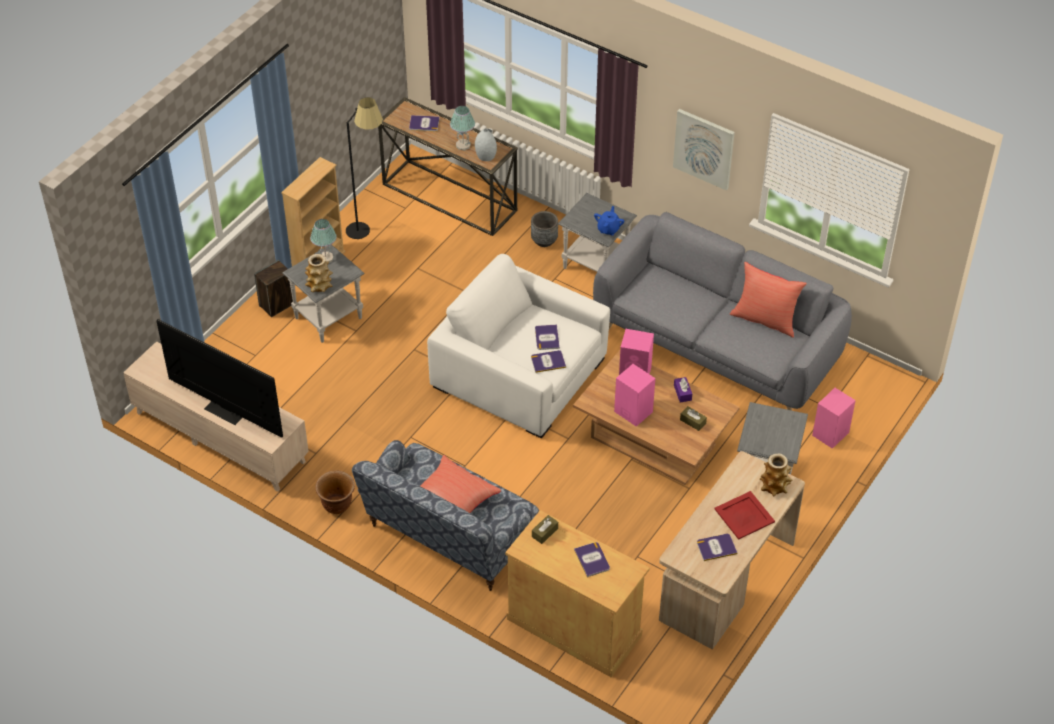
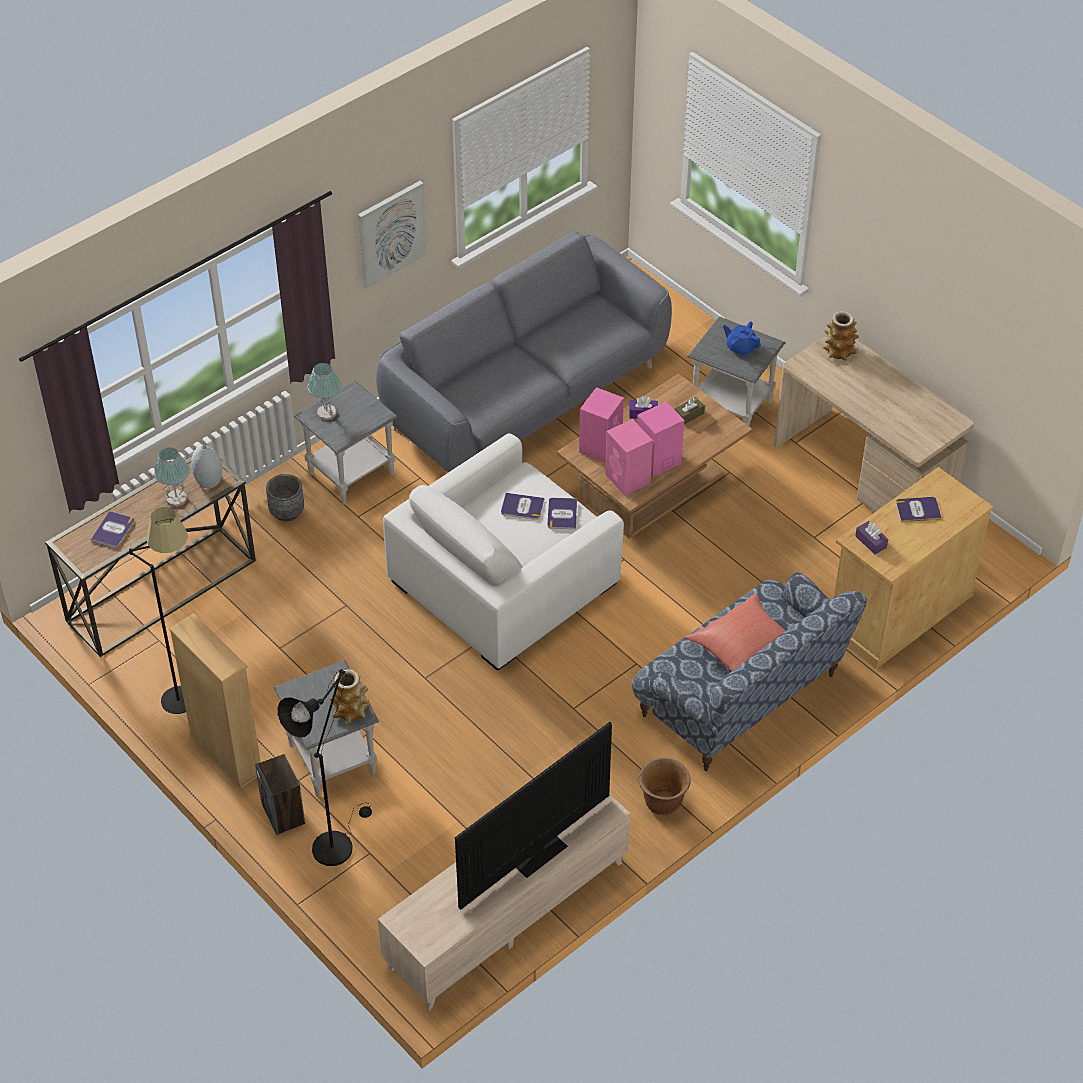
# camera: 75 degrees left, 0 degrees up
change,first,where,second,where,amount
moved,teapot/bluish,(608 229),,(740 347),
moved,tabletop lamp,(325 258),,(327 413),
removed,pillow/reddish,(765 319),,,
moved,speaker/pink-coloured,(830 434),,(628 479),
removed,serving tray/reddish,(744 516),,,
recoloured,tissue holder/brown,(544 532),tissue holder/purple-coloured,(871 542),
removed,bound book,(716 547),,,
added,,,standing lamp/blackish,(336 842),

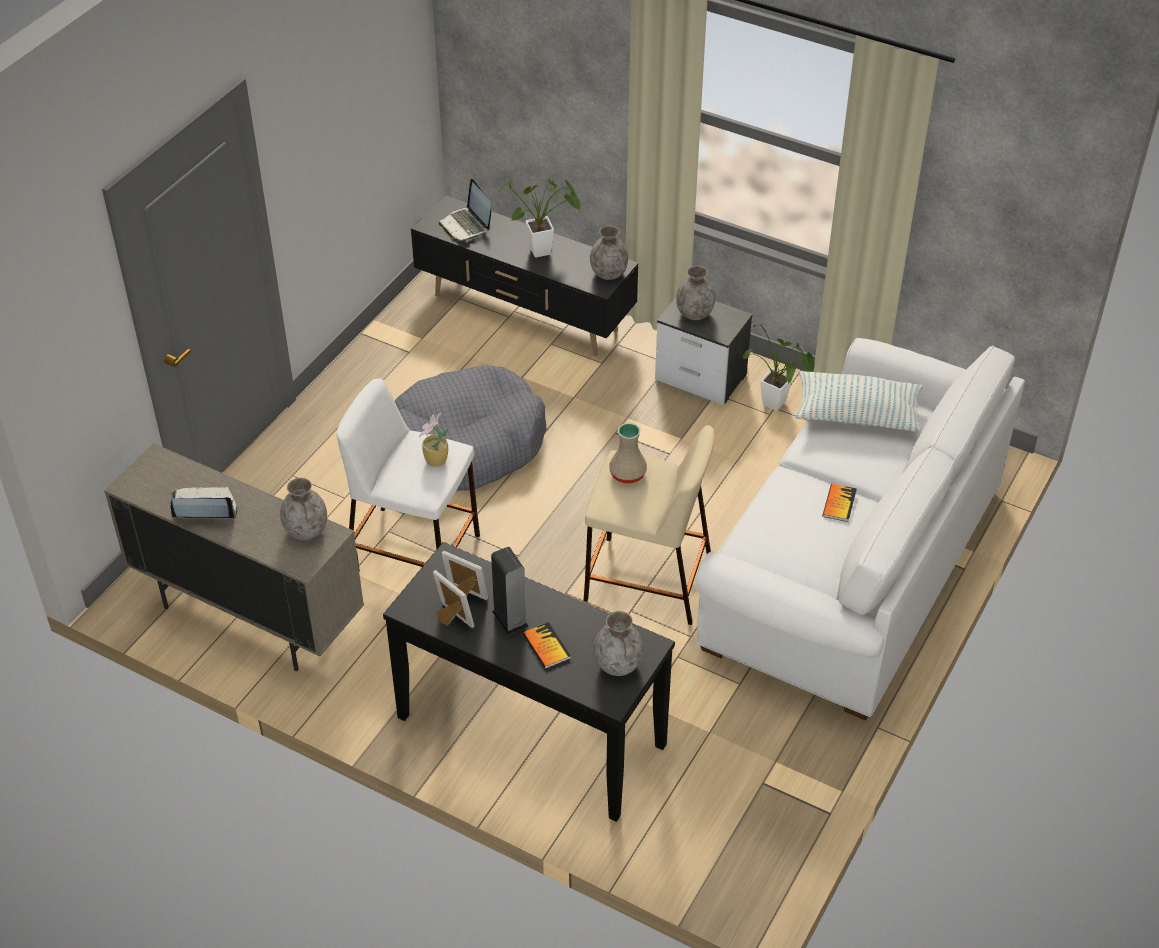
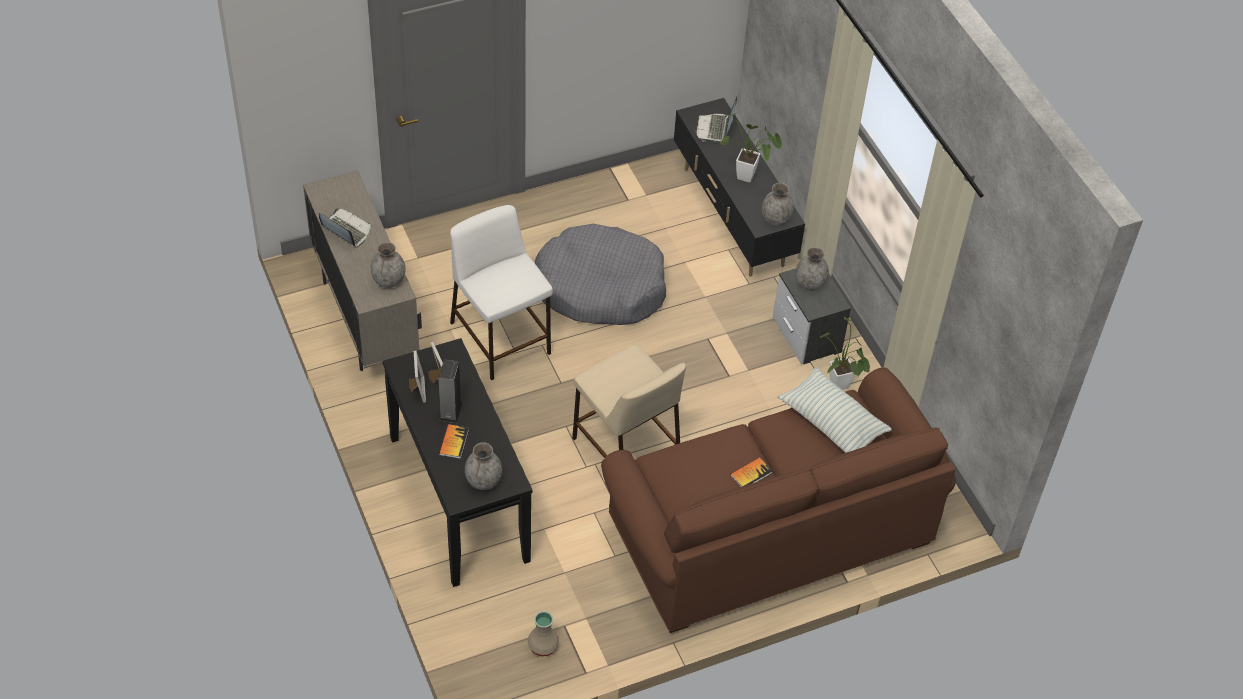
# camera: 35 degrees right, 5 degrees up
change,first,where,second,where,amount
recoloured,couch/whitish,(852 567),couch/brown,(770 530),
removed,potted plant,(435 461),,,
moved,vase/beige-coloured,(628 474),,(543 646),

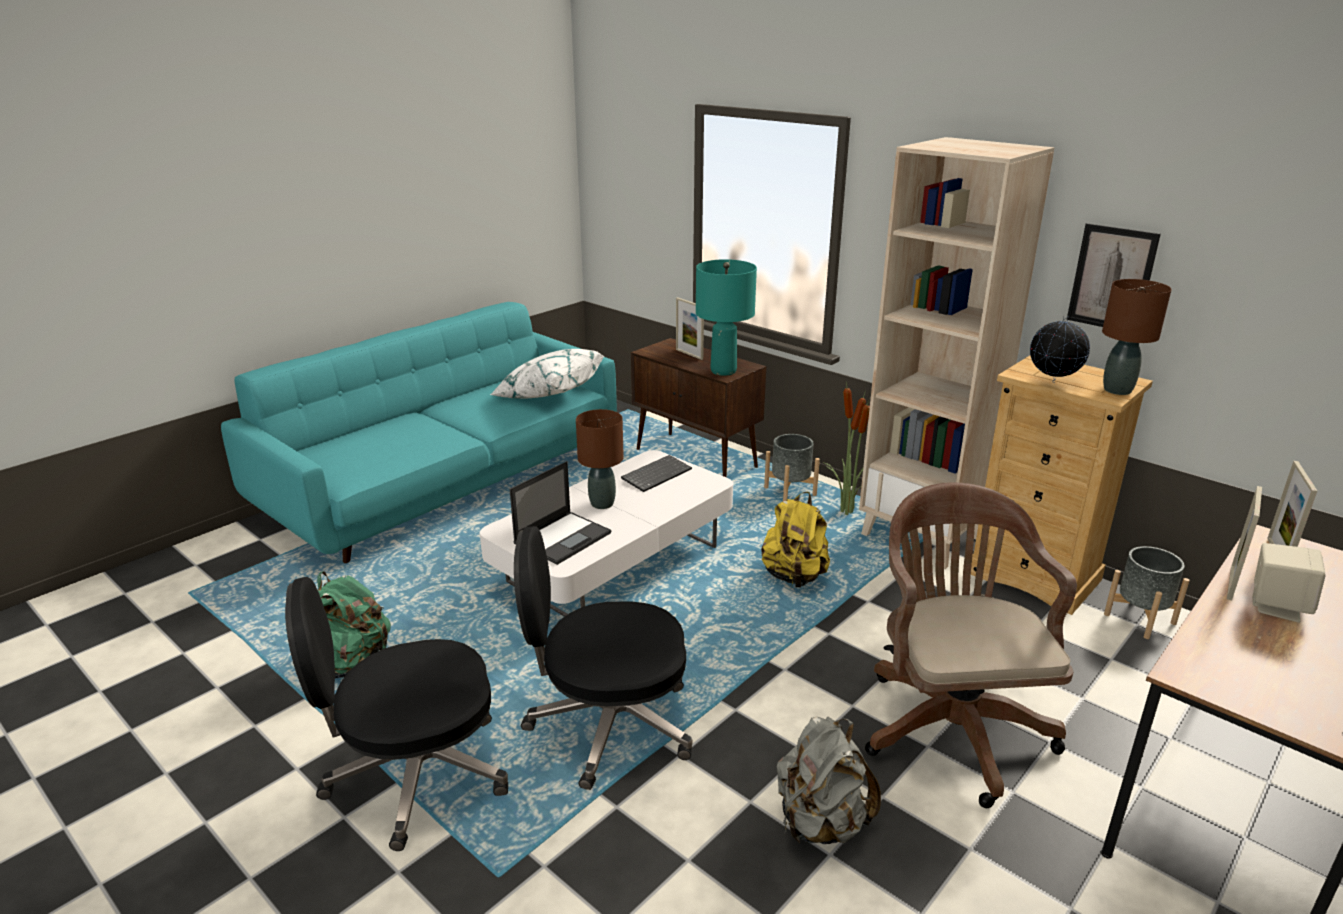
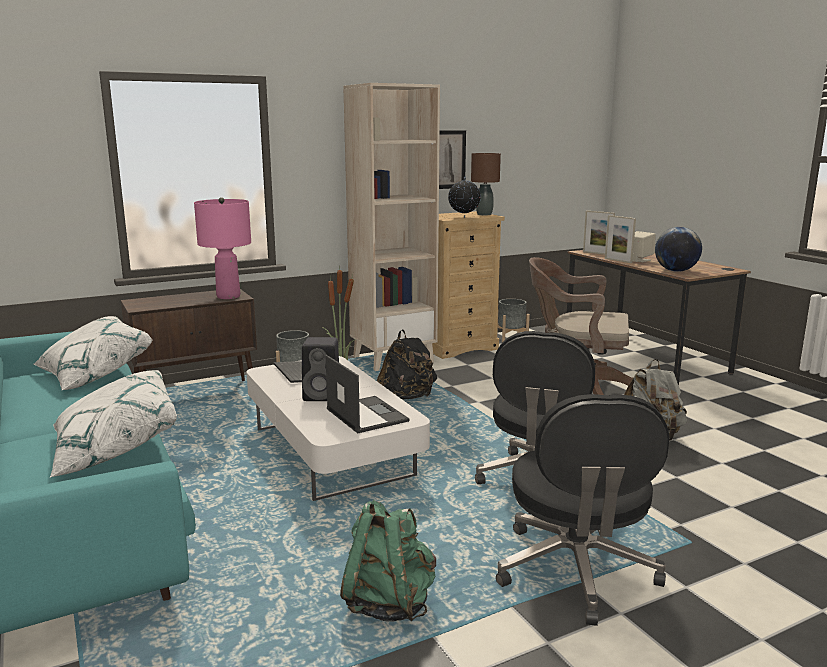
# camera: 70 degrees left, 10 degrees down
change,first,where,second,where,amount
recoloured,tabletop lamp/turquoise,(723 371),tabletop lamp/pink-coloured,(229 296),
removed,photo frame,(689 354),,,
replaced,tabletop lamp/brown,(602 504),speaker/blackish,(323 395),
recoloured,knapsack/yellow-coloured,(794 576),knapsack/blackish,(407 398),
added,,,world globe,(676 271),
added,,,pillow/whitish,(114 448),

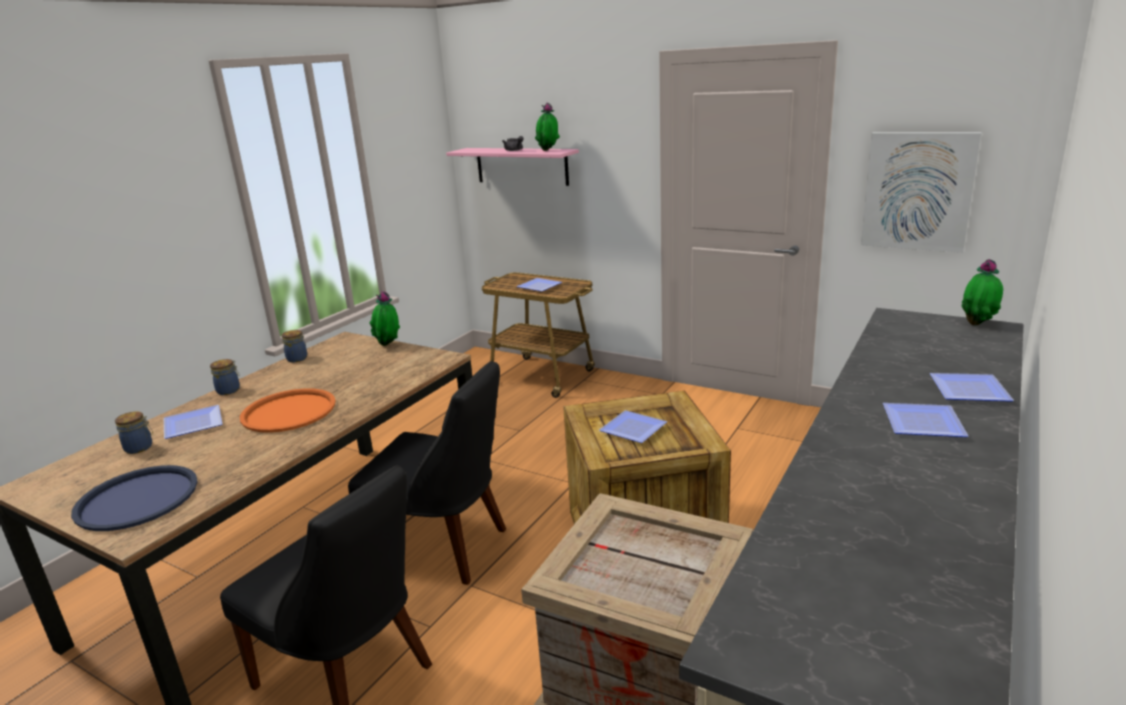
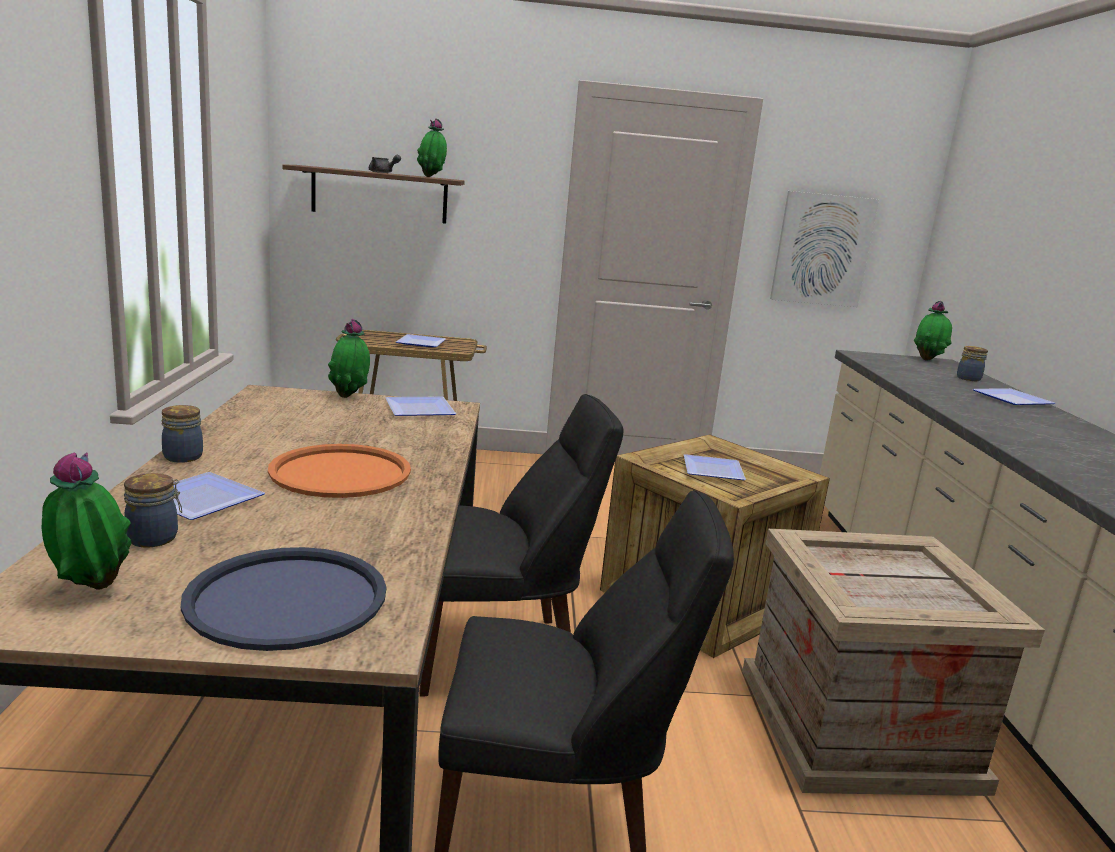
# camera: 35 degrees left, 5 degrees down
change,first,where,second,where,amount
recoloured,shelf/pink-coloured,(521 166),shelf/brown,(379 195),
moved,preserve jar,(298 358),,(967 378),
moved,plate,(924 422),,(421 409),
added,,,potted plant,(89 589),

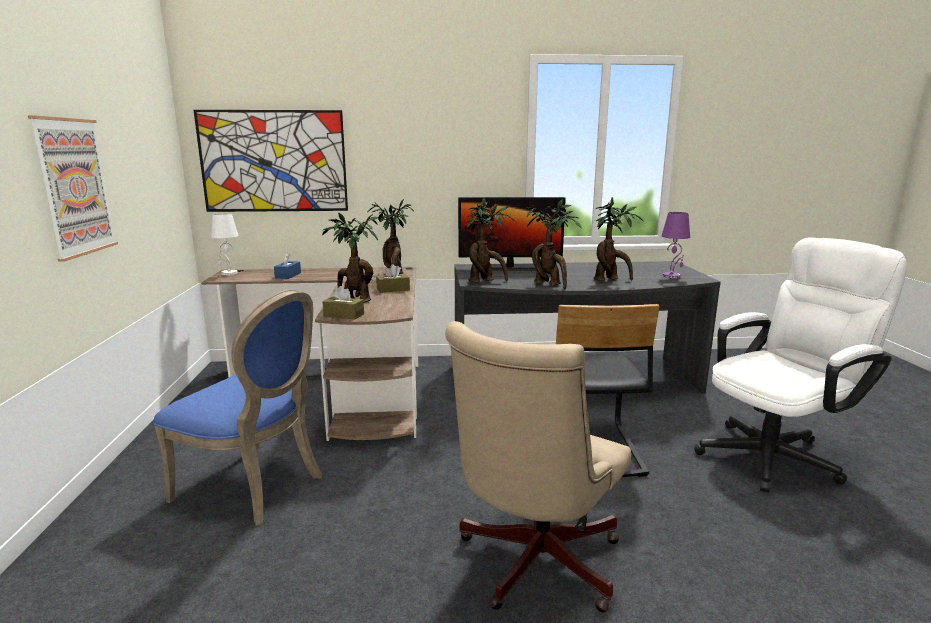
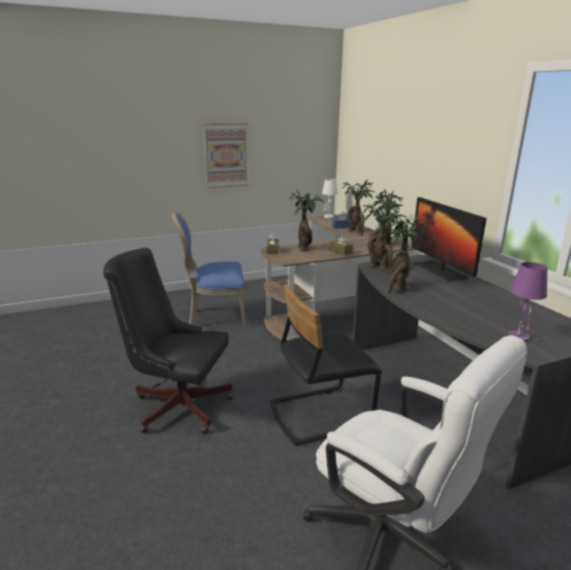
# camera: 70 degrees right, 5 degrees up
change,first,where,second,where,amount
removed,picture,(273 161),,,
moved,potted plant,(609 280),,(356 232),
turned,upright chair/bluish,(256 486),,(214 317),75 degrees clockwise
recoloured,computer chair/beige-coloured,(533 564),computer chair/blackish,(176 405),

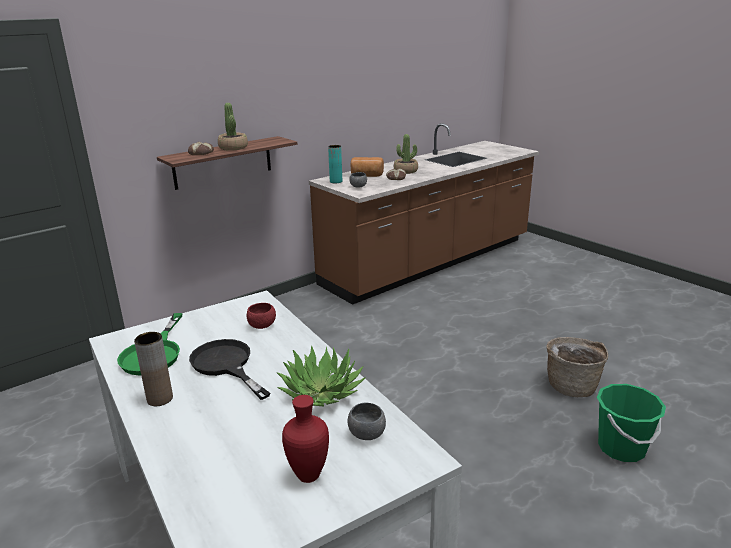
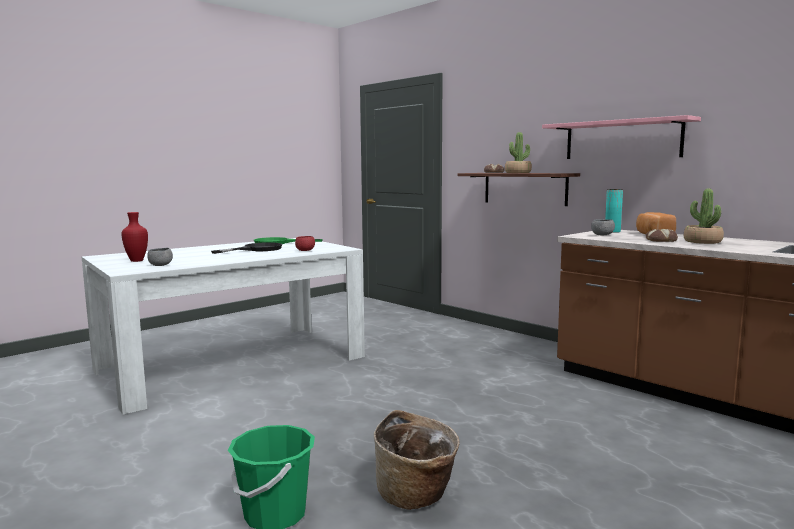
# camera: 85 degrees right, 15 degrees down
change,first,where,second,where,amount
removed,vase/brown,(160 399),,,
removed,potted plant,(321 392),,,
added,,,shelf/pink-coloured,(622 140),

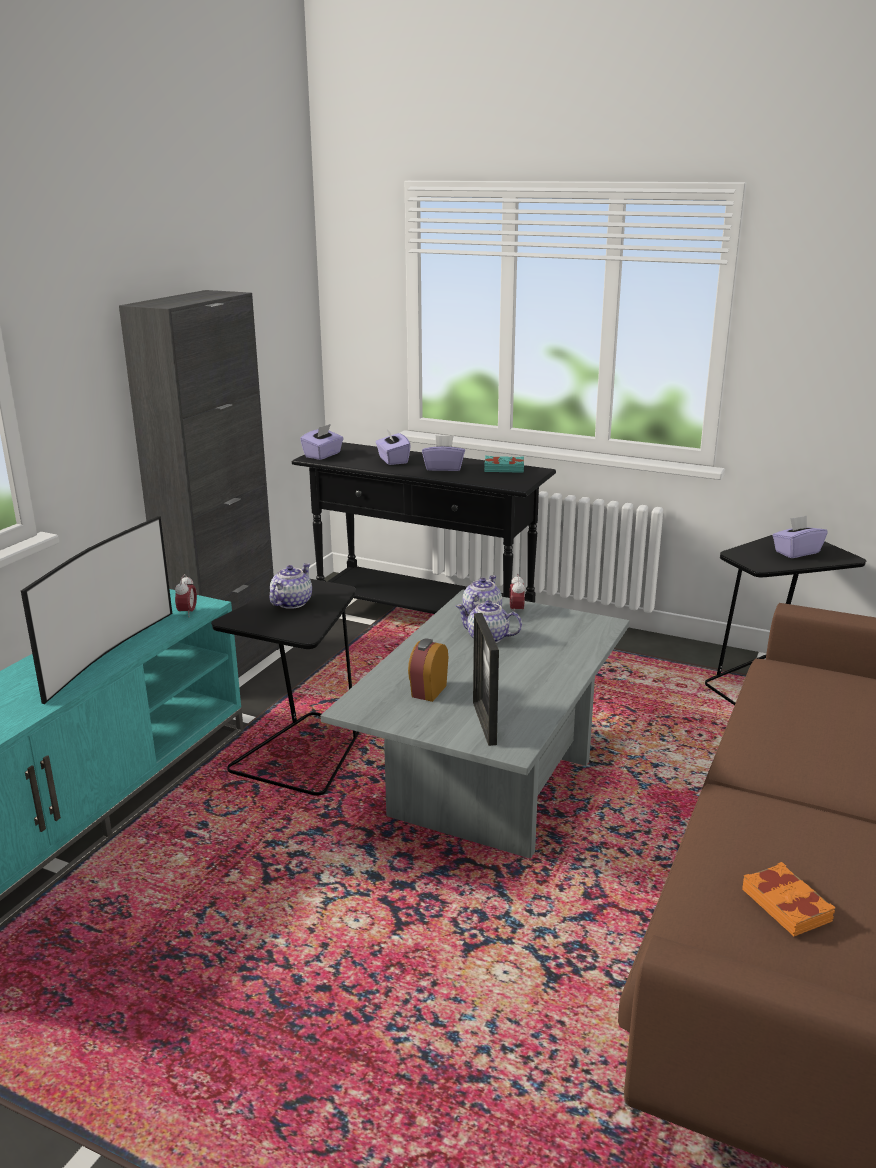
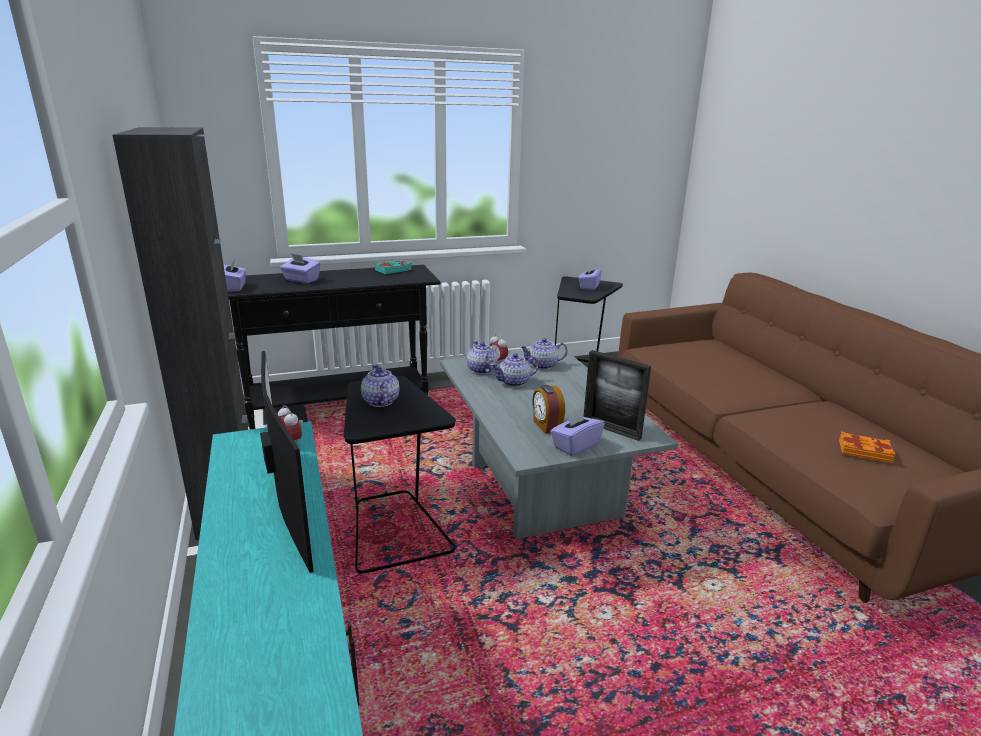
# camera: 45 degrees left, 0 degrees up
change,first,where,second,where,amount
moved,tissue holder/purple-coloured,(444 468),,(575 445),
added,,,teapot,(543 365),

